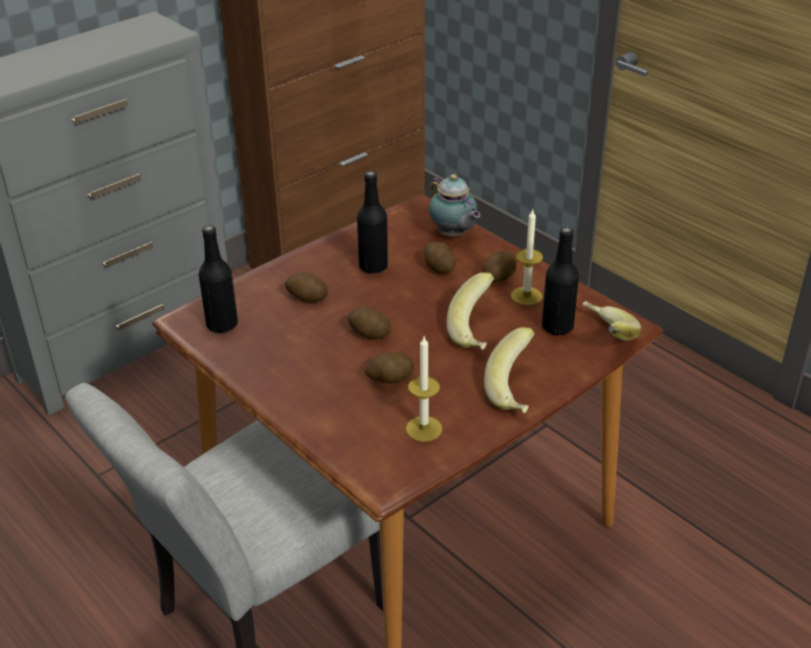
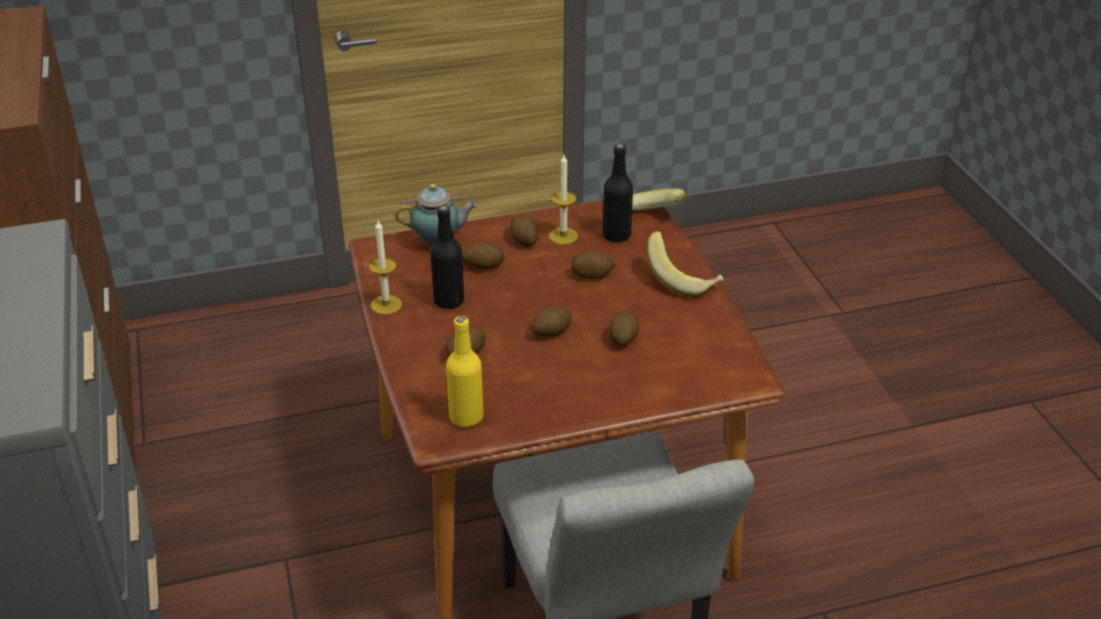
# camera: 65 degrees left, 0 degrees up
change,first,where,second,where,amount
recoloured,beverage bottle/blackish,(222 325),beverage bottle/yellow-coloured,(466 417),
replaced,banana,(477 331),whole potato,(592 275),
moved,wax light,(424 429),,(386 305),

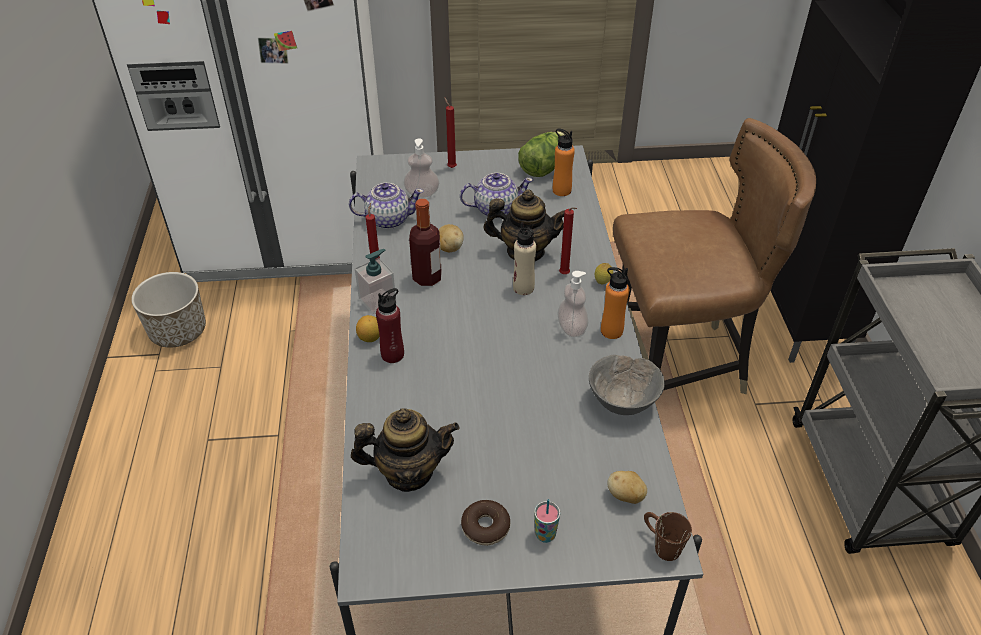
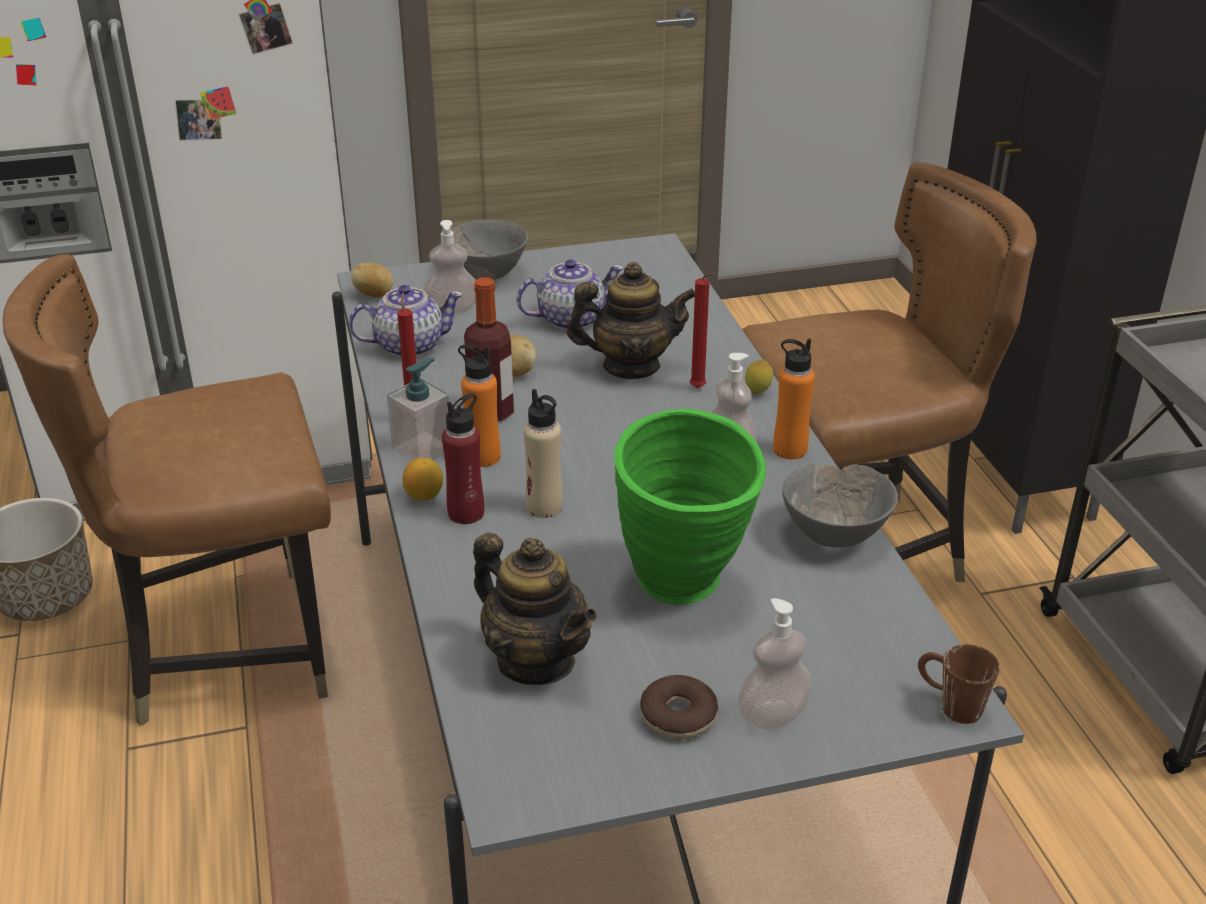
# camera: 10 degrees left, 10 degrees down
change,first,where,second,where,amount
replaced,wax light/reddish,(451 167),deep dish/greyish,(487 274),
moved,beverage bottle/orange,(561 190),,(483 457),
removed,lettuce head,(543 166),,,
moved,beverage bottle/beige-coloured,(523 288),,(544 507),
turned,teapot,(408 472),,(536 660),60 degrees clockwise
moved,whole potato,(625 496),,(374 295),
replaced,drinking cup,(545 535),soap bottle,(773 715),
added,,,upright chair/brown,(227 650),
added,,,vase/green,(685 591),

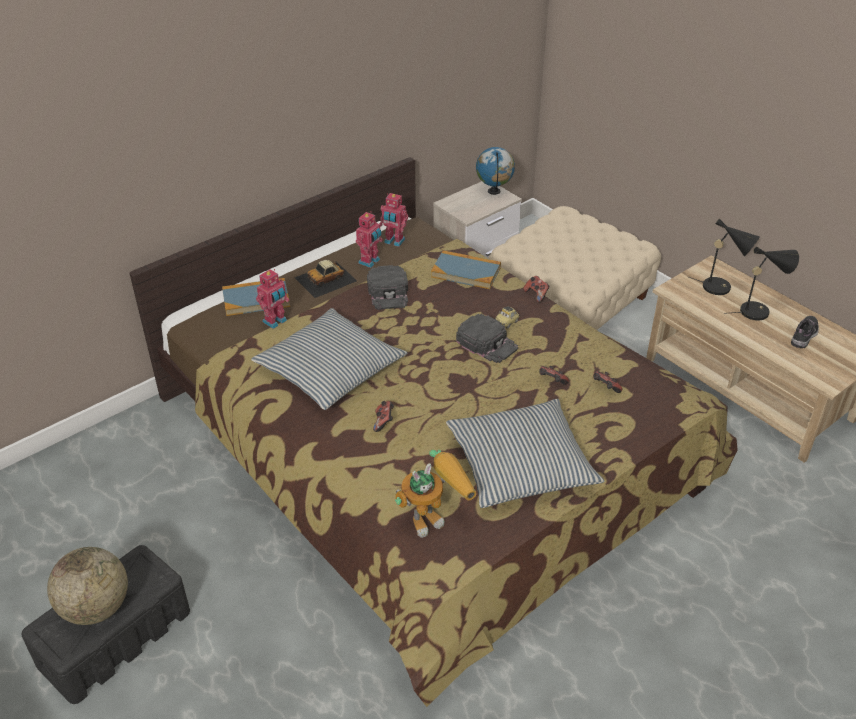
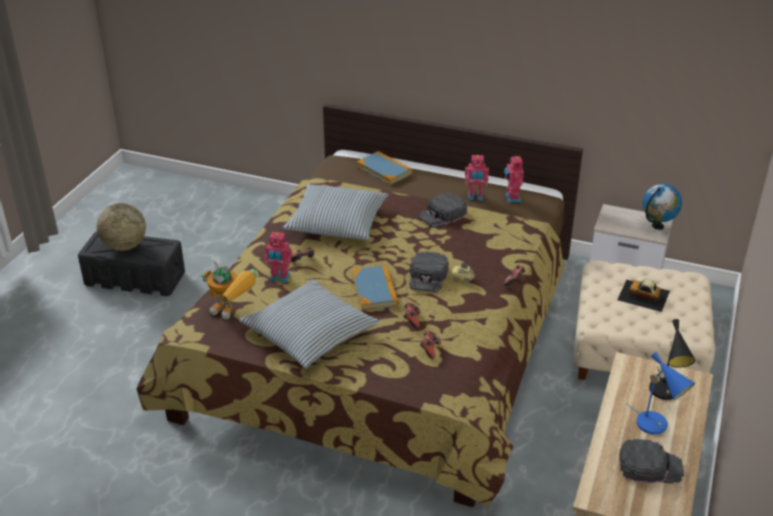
# camera: 60 degrees right, 5 degrees down
change,first,where,second,where,amount
recoloured,tabletop lamp/blackish,(758 310),tabletop lamp/bluish,(656 426),
moved,bound book,(466 272),,(375 290),
moved,toy car,(326 279),,(643 295),
moved,robot figure,(275 322),,(279 278),
replaced,shoe,(804 335),cap/blackish,(650 466),

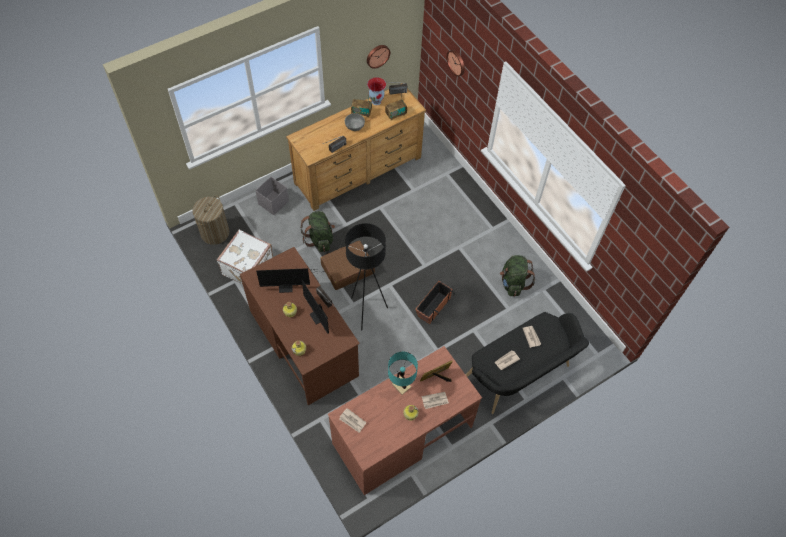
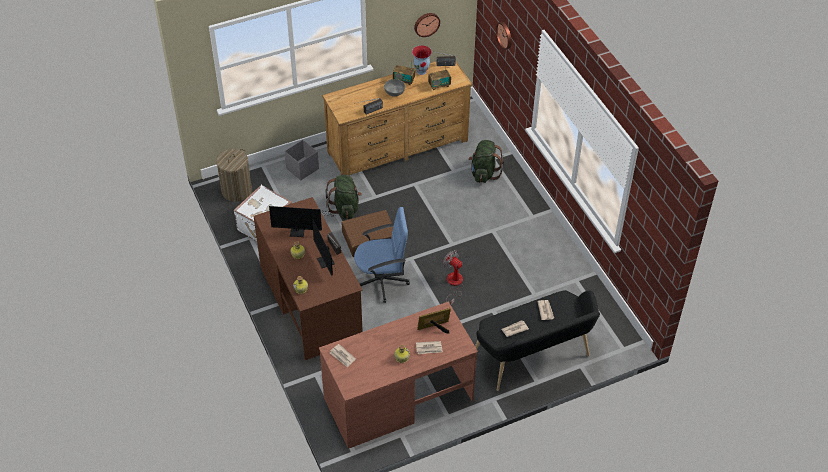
# camera: 10 degrees right, 10 degrees down
change,first,where,second,where,amount
replaced,standing lamp/blackish,(366 311),computer chair/bluish,(382 280),
moved,knapsack/green,(513 283),,(484 173),
replaced,planter,(433 307),electric fan,(454 284),
removed,tabletop lamp/turquoise,(401 385),,,

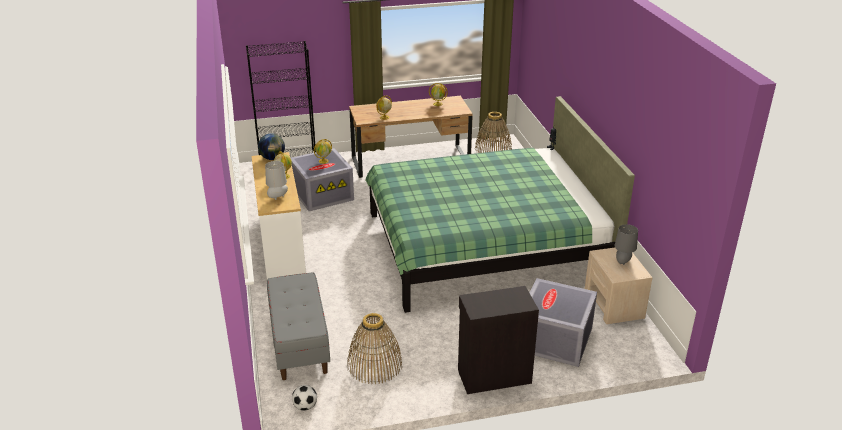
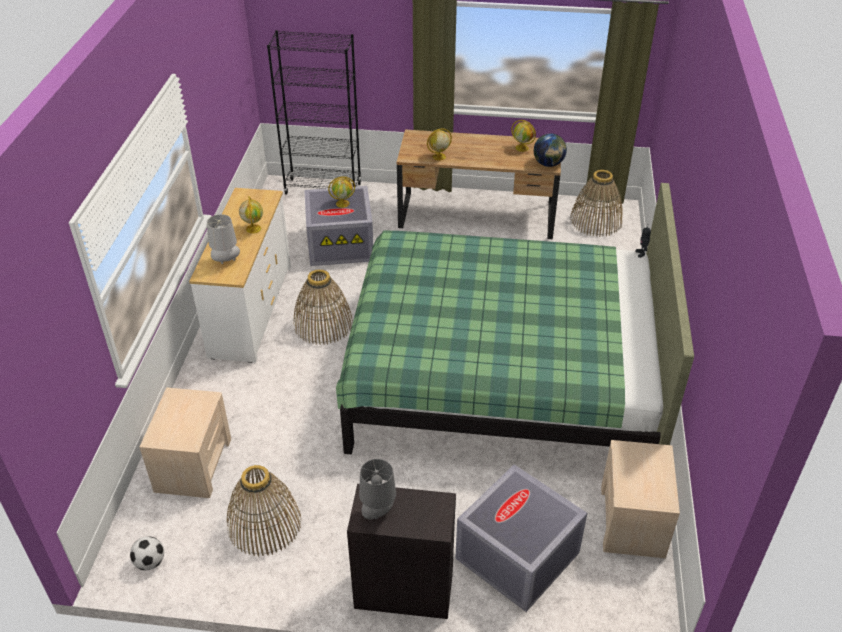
# camera: 20 degrees right, 10 degrees up
change,first,where,second,where,amount
moved,world globe,(272 158),,(548 164),
moved,tabletop lamp/greyish,(623 262),,(378 513),
replaced,bench/greyish,(299 343),night table/beige-coloured,(194 464),
added,,,storage basket,(323 324),

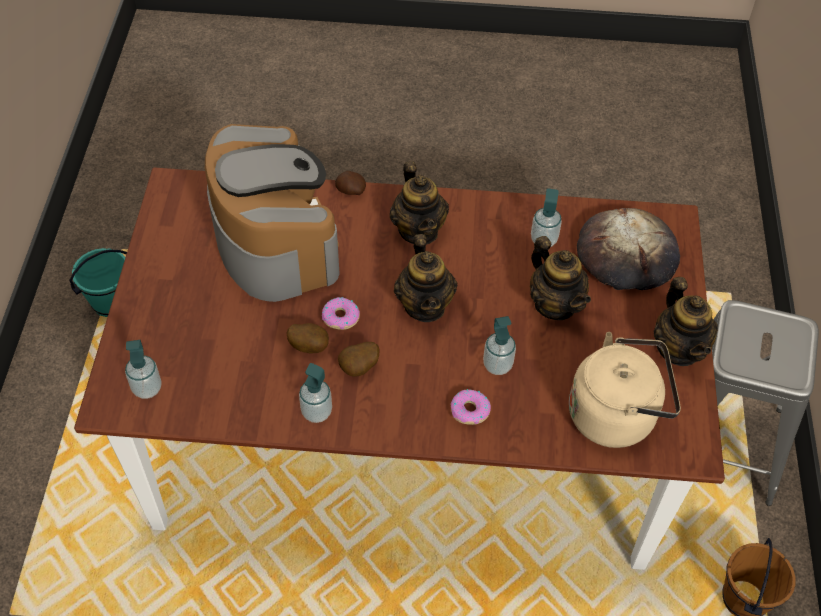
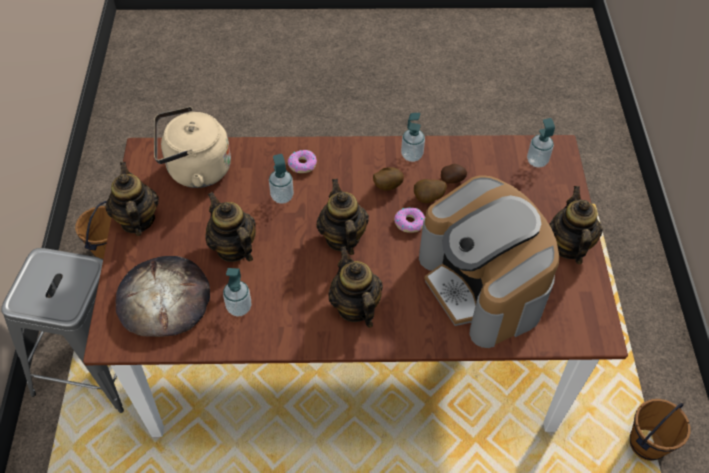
# camera: 175 degrees right, 0 degrees up
change,first,where,second,where,amount
moved,whole potato,(350 191),,(453 180),
recoloured,pail/turquoise,(111 303),pail/brown,(647 445),
added,,,teapot,(568 245),

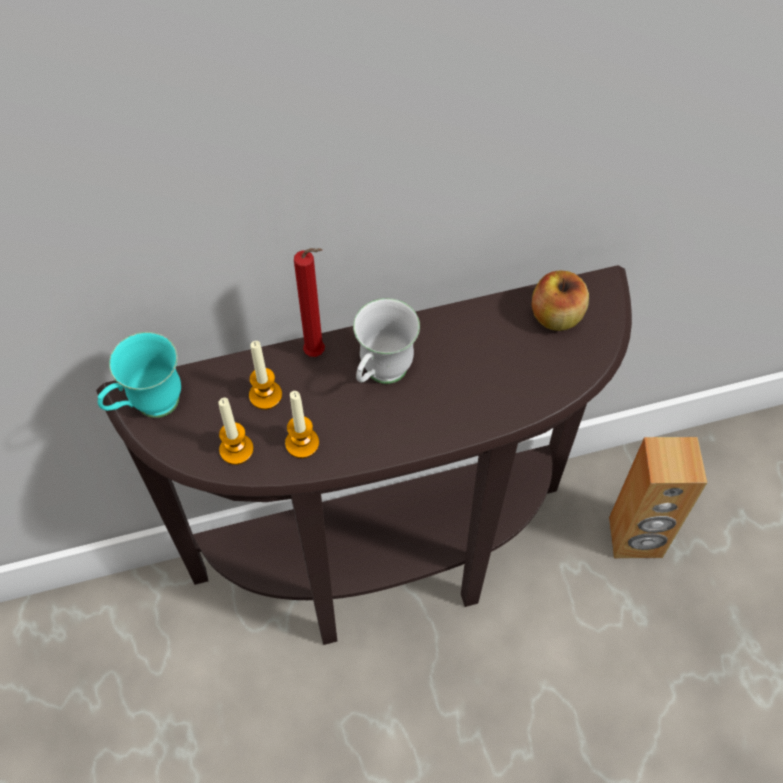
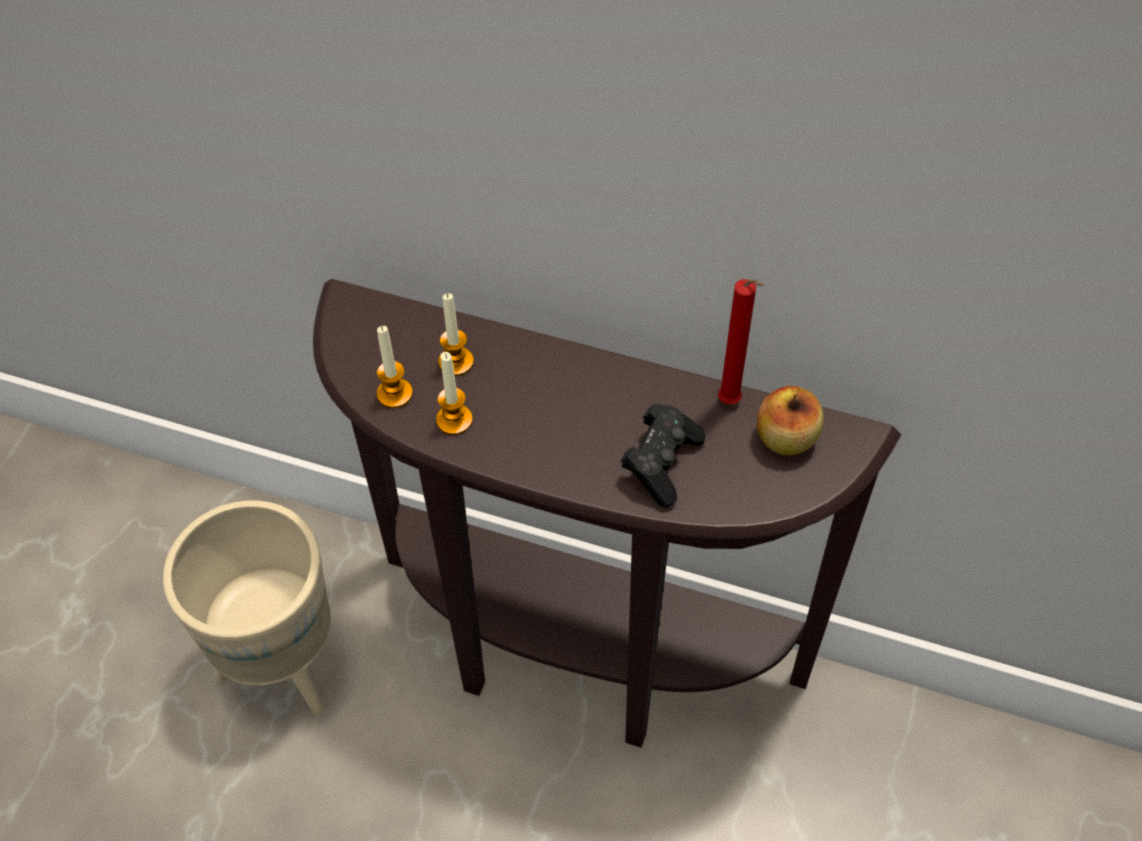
# camera: 35 degrees right, 5 degrees down
change,first,where,second,where,amount
moved,wax light/reddish,(318 353),,(731 403),
removed,tea mug/whitish,(381 375),,,
removed,tea mug/turquoise,(148 407),,,
removed,speaker/brown,(635 538),,,
added,,,gamepad/blackish,(661 463),
added,,,planter/beige-coloured,(286 667),

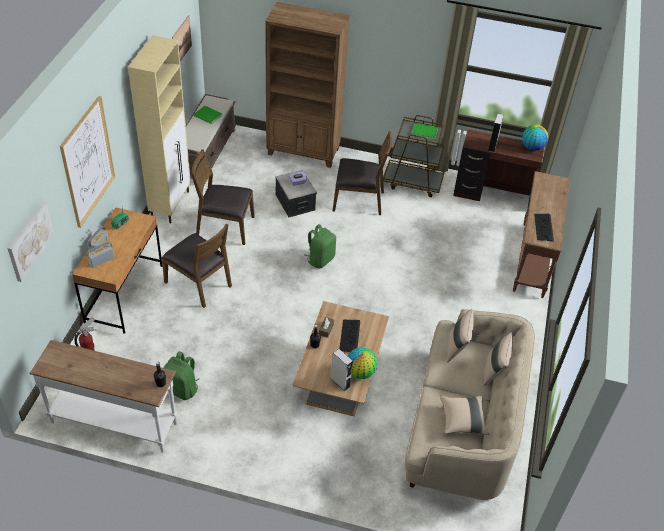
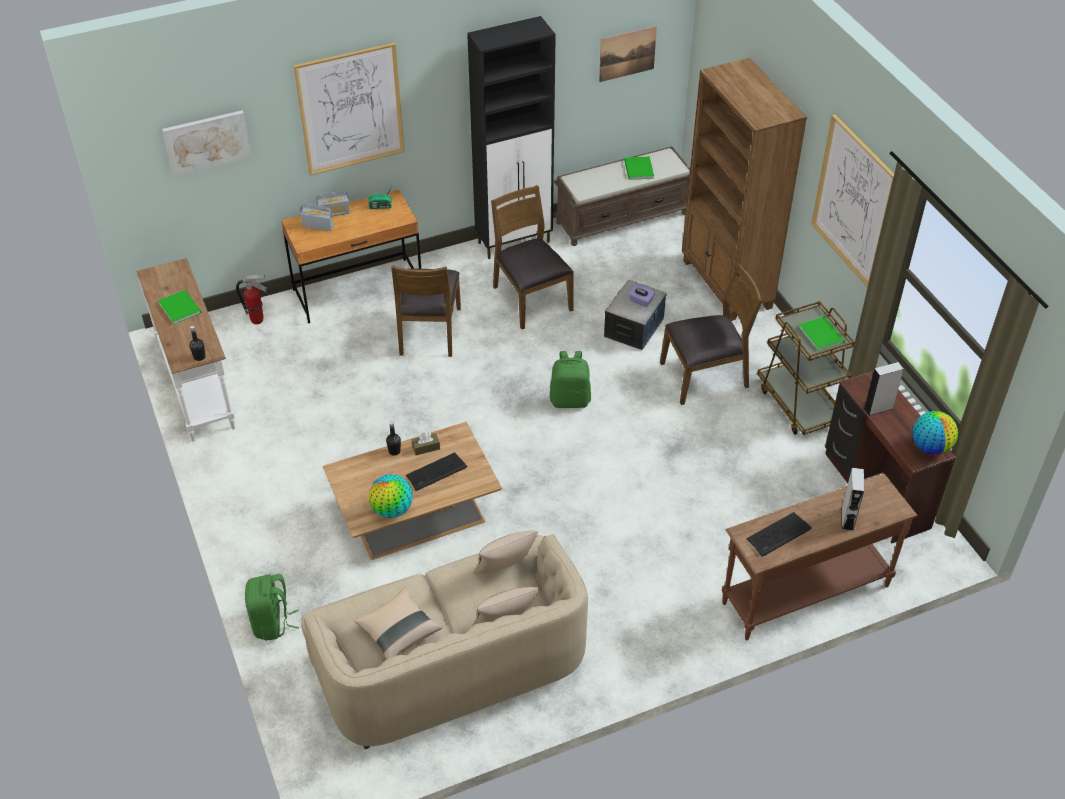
# camera: 55 degrees right, 0 degrees up
change,first,where,second,where,amount
recoloured,storage cabinet/beige-coloured,(171 204),storage cabinet/blackish,(515 242),
turned,upright chair/brown,(359 200),,(705 376),75 degrees counterclockwise
moved,speaker/greyish,(340 382),,(847 518),
moved,knapsack/green,(182 389),,(272 623),
added,,,picture,(853 201),
added,,,bound book/green,(180 307),

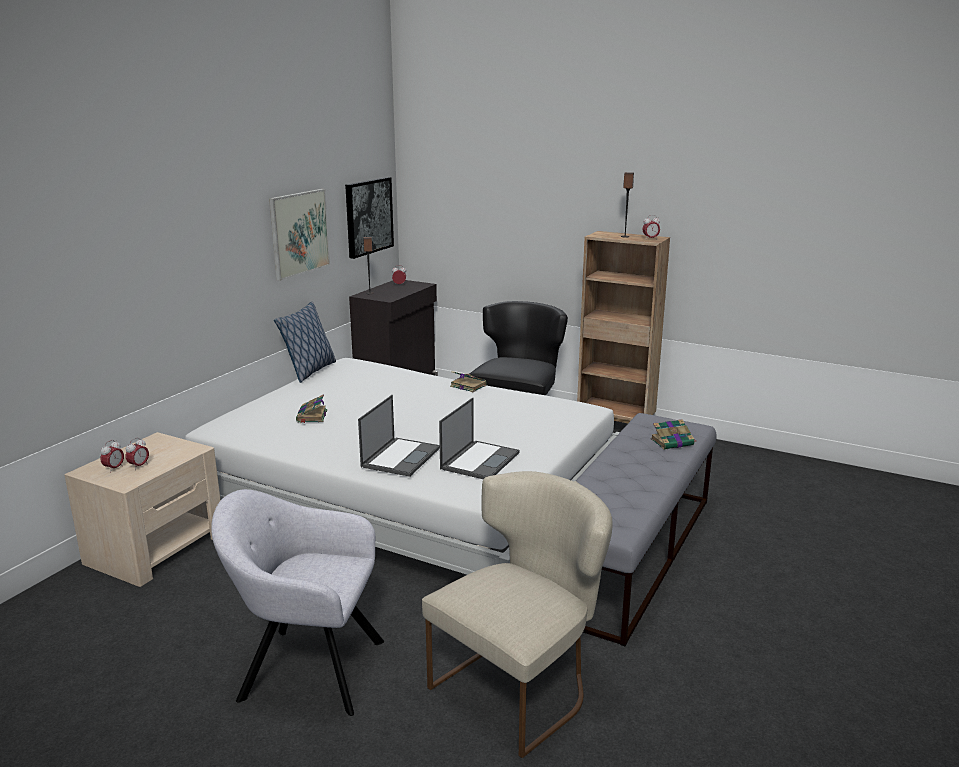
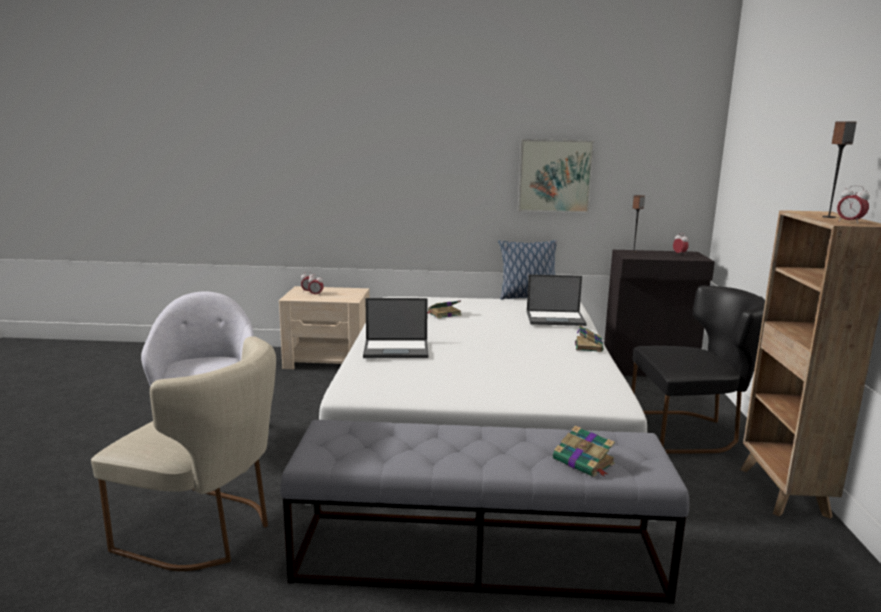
# camera: 65 degrees right, 5 degrees down
change,first,where,second,where,amount
removed,picture,(368 216),,,
moved,notebook computer,(480 460),,(556 318),

